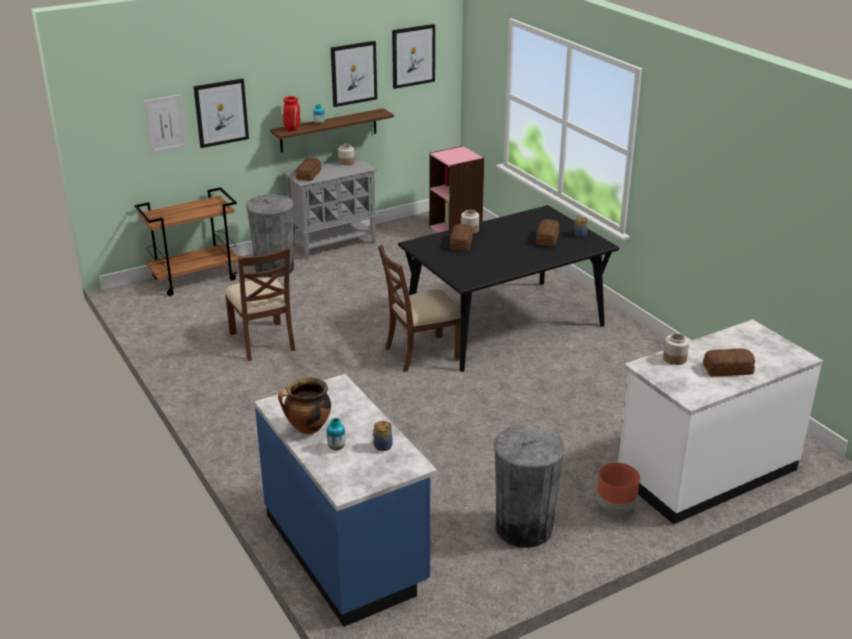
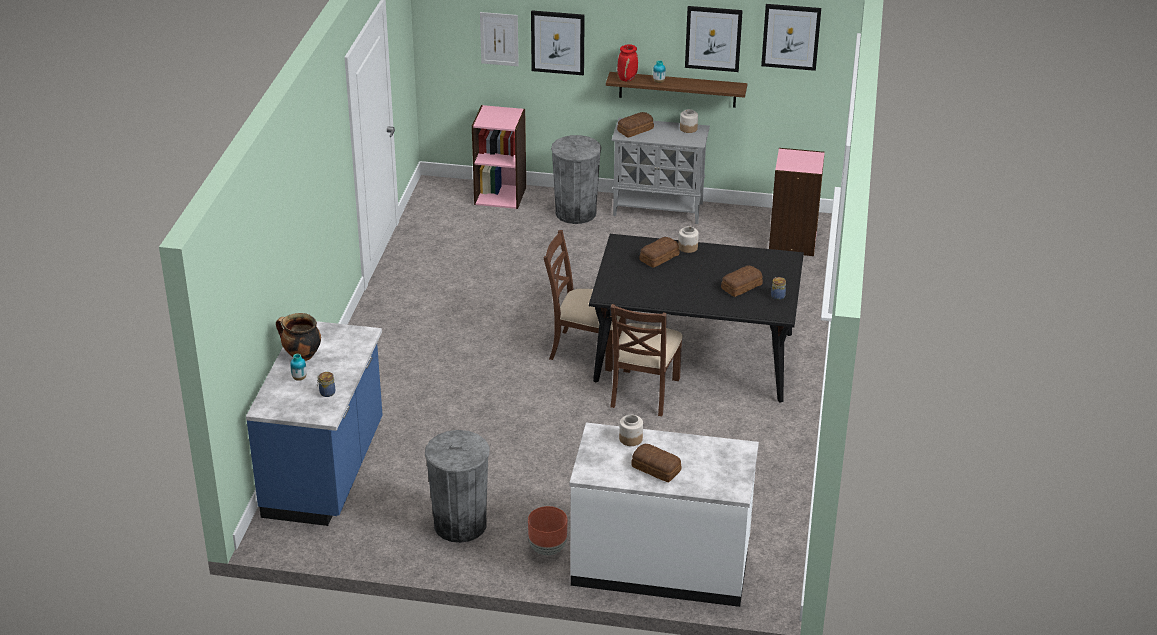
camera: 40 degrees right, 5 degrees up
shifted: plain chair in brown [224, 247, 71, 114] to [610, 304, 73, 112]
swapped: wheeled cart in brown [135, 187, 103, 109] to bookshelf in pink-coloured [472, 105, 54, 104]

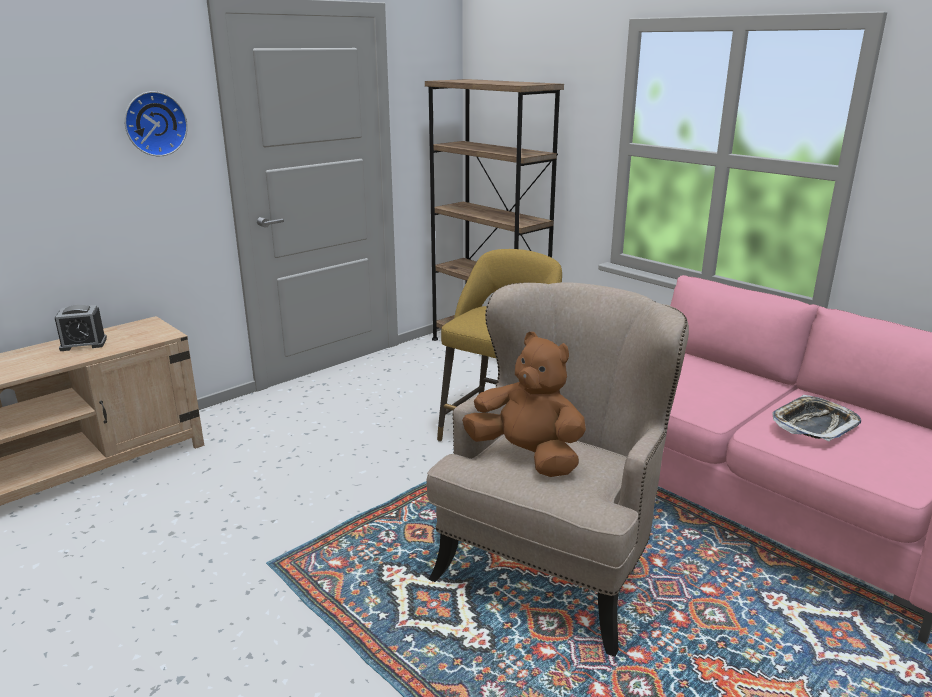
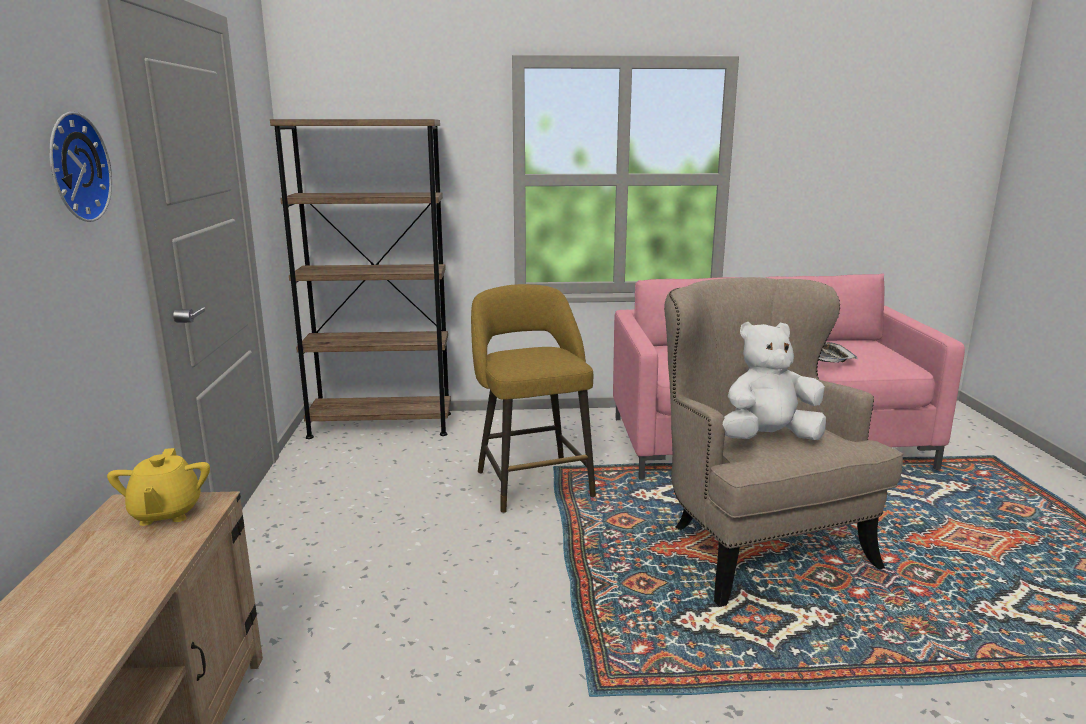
camera: 50 degrees left, 5 degrees down
gone: alarm clock [55, 305, 52, 46]
new: pot for tea in yellowish [107, 448, 103, 78]
repainted: soft toy in brown [462, 332, 124, 145] to soft toy in white-coloured [723, 322, 103, 118]

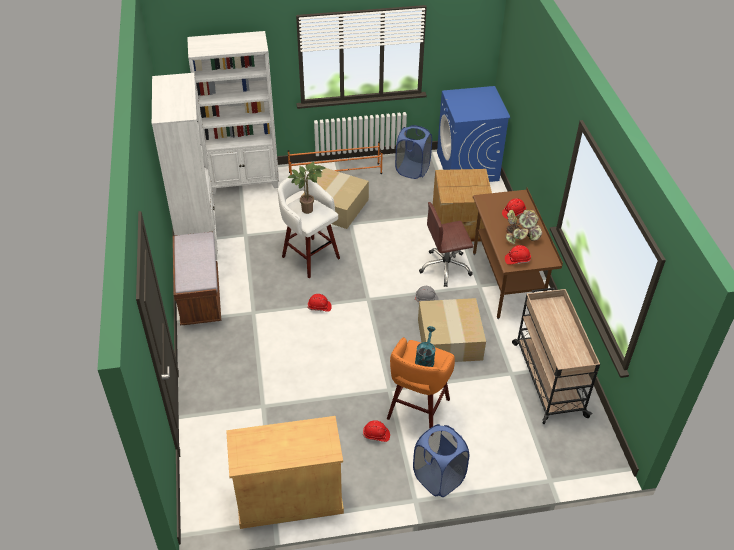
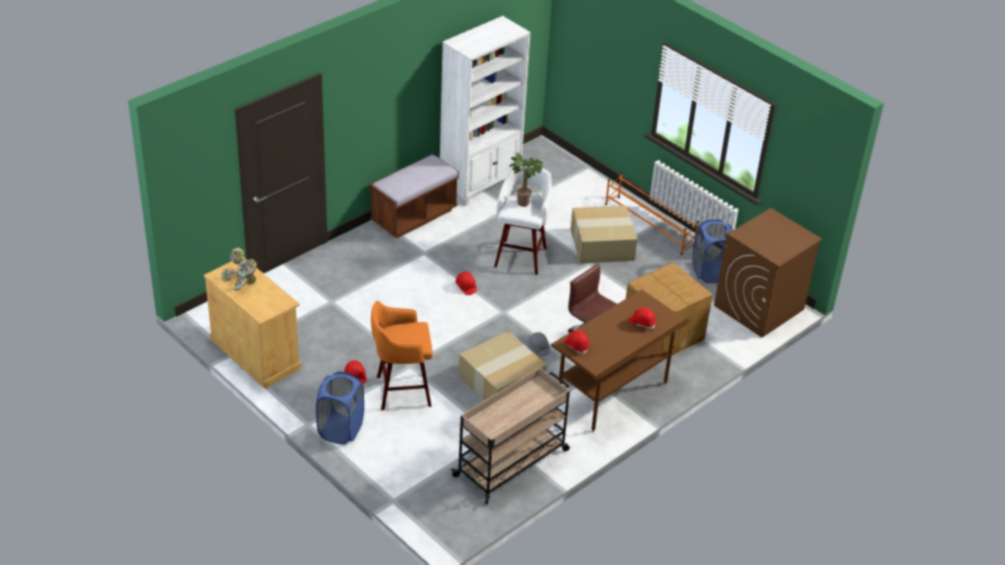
camera: 55 degrees right, 5 degrees down
gone: bookshelf in white-coloured [187, 31, 92, 163]; sprinkling can in blue-green [415, 326, 21, 41]
shifted: potted plant [505, 210, 38, 34] to [221, 248, 36, 42]
repainted: laundry appliance in blue-coloured [437, 86, 74, 96] to laundry appliance in brown [714, 208, 108, 130]

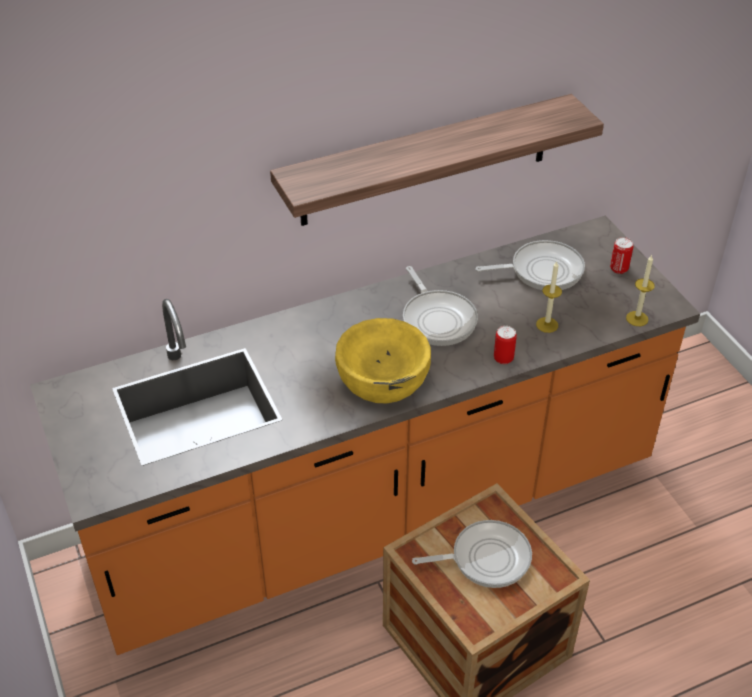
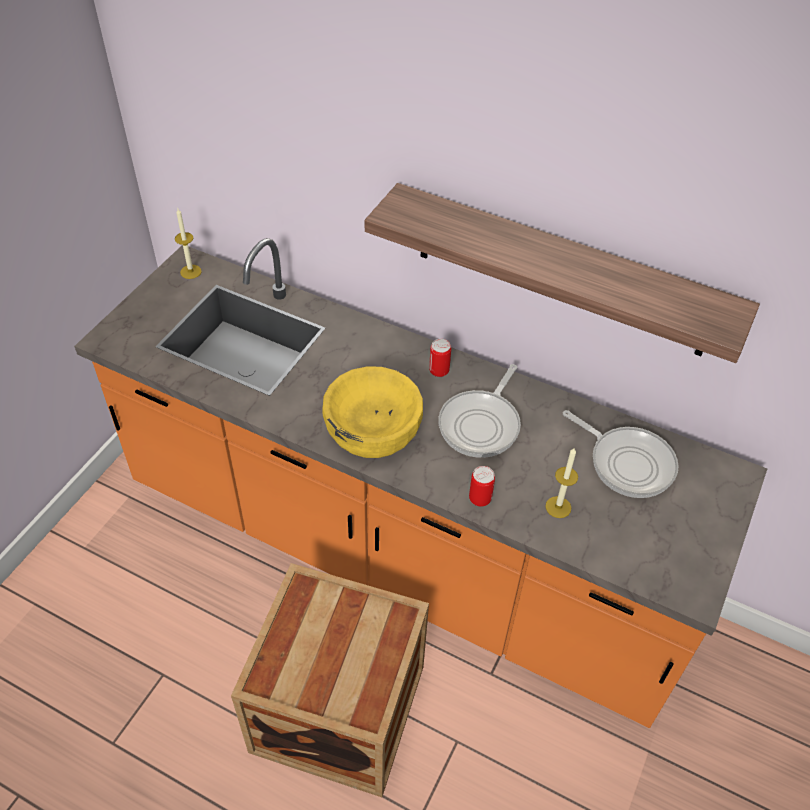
camera: 50 degrees right, 5 degrees up
gone: skillet [412, 520, 120, 68]
shifted: metal can [610, 237, 23, 37] to [429, 339, 22, 38]; wax light [626, 255, 29, 71] to [175, 209, 27, 70]

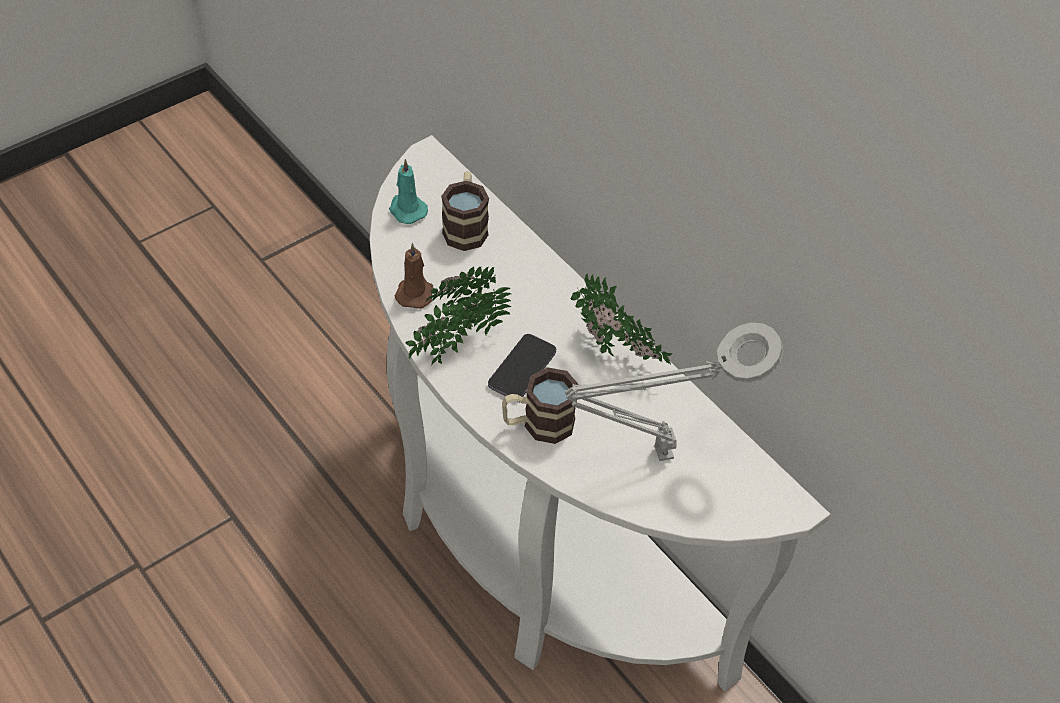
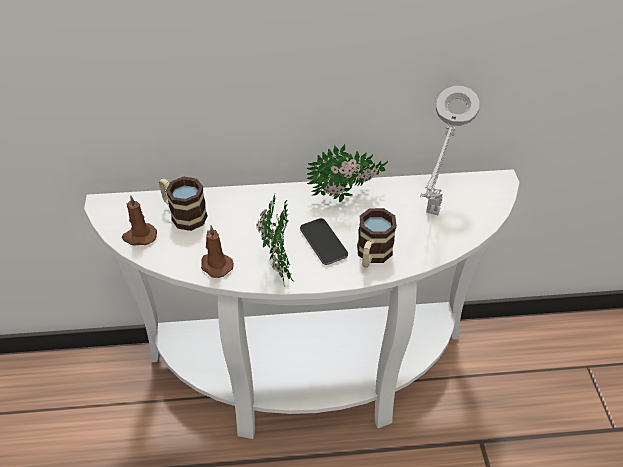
camera: 55 degrees left, 5 degrees down
repainted: wax light in blue-green [389, 159, 39, 65] to wax light in brown [122, 195, 35, 51]

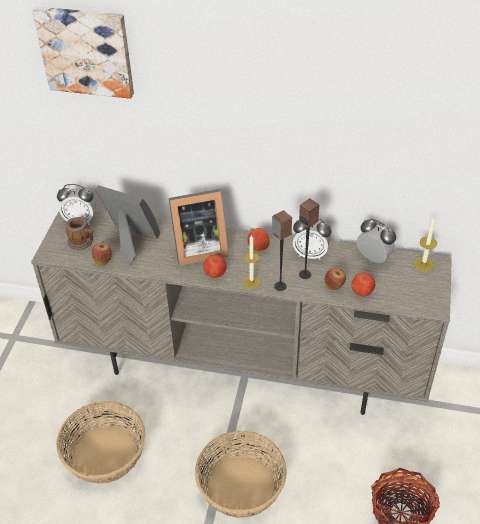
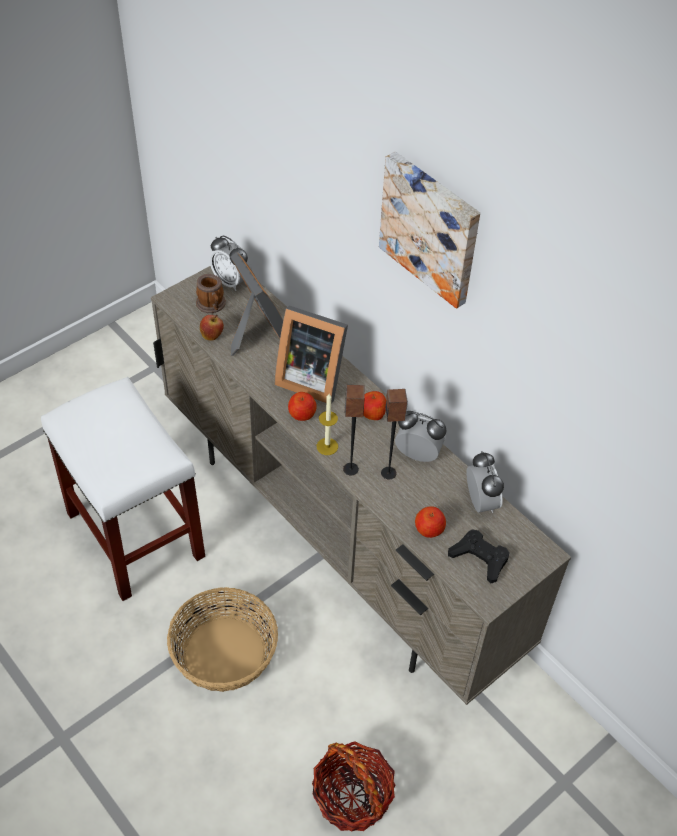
camera: 35 degrees right, 5 degrees up
gone: apple fruit [325, 268, 21, 22]; wax light [414, 217, 23, 55]
new: joypad in blackish [448, 530, 61, 53]
shifted: picture [33, 7, 101, 92] to [379, 152, 101, 157]
swapped: household basket [56, 401, 90, 83] to stool seat in white-coloured [41, 377, 164, 224]
rotated: alarm clock [293, 218, 38, 42] = [395, 411, 52, 51] 150 degrees clockwise

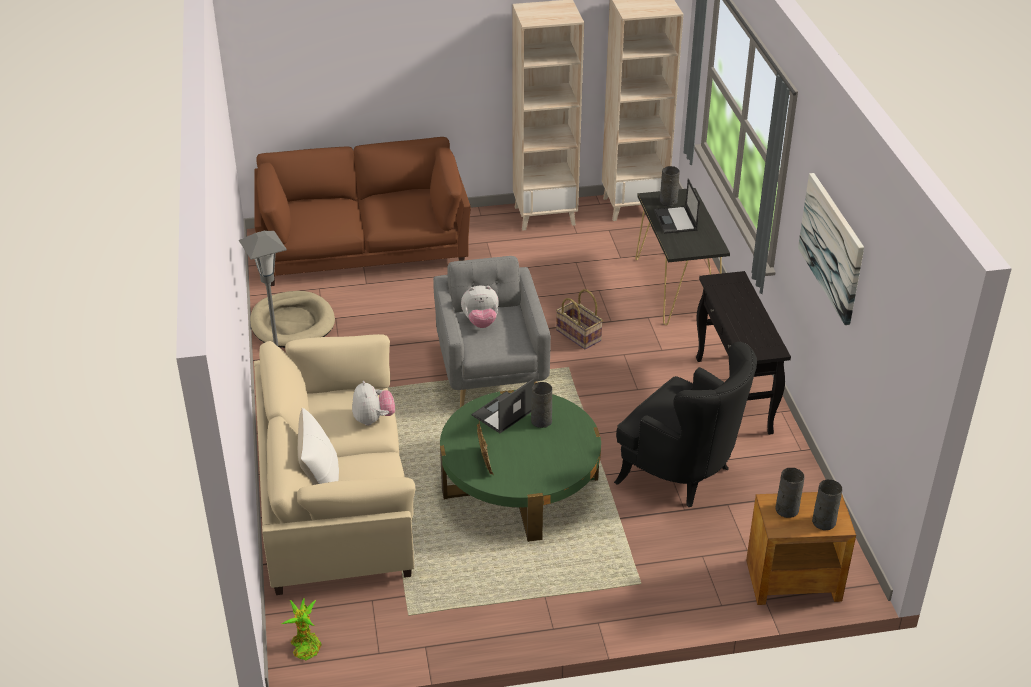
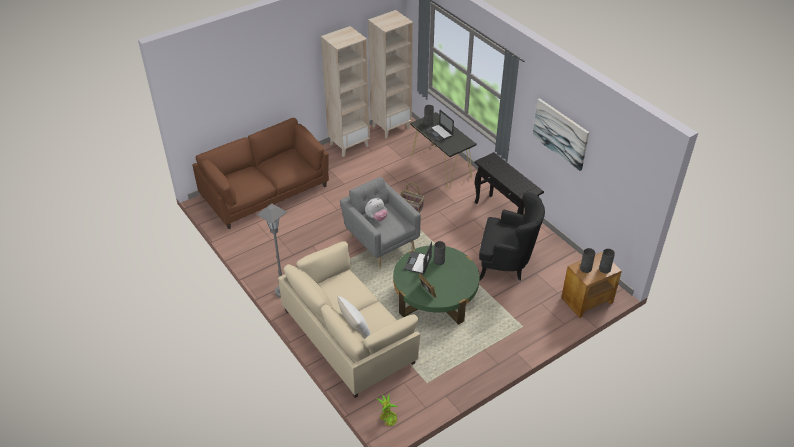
camera: 25 degrees left, 5 degrees up
gone: pet bed in beige [250, 291, 85, 57]; soft toy [352, 381, 43, 45]

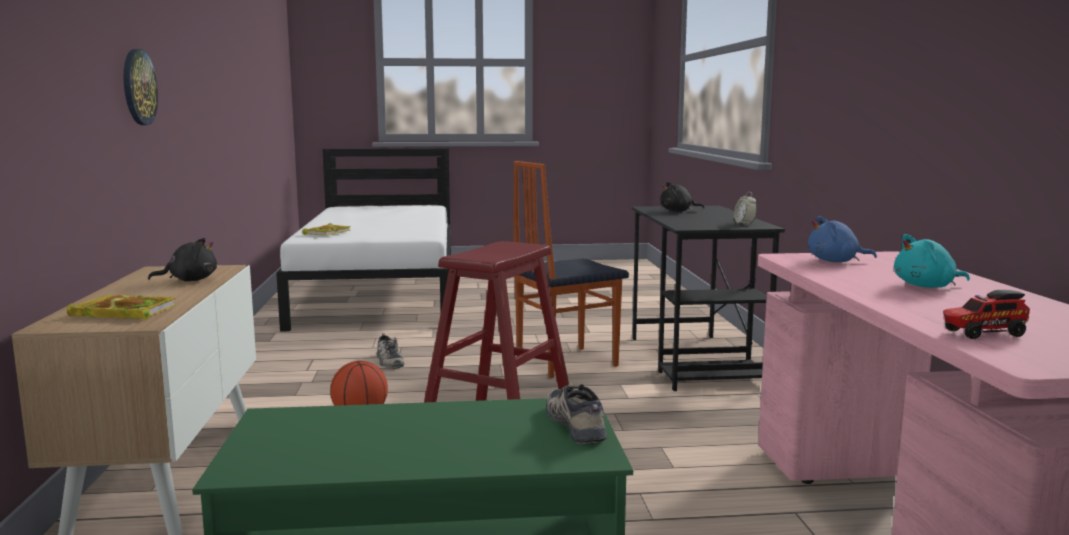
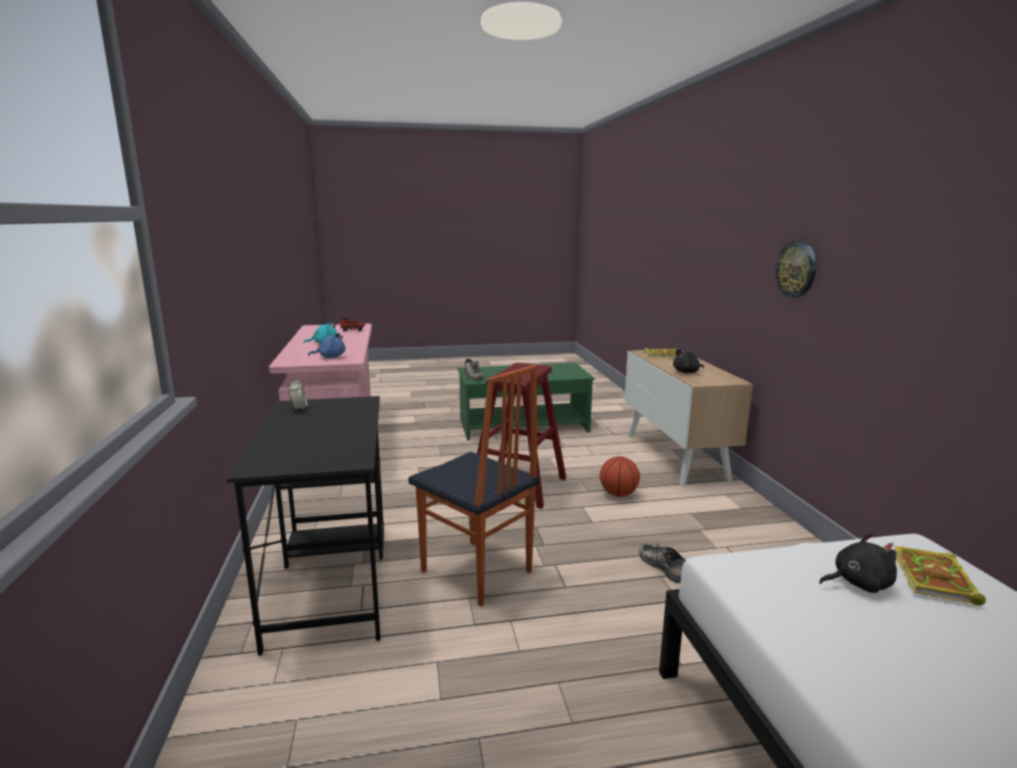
camera: 175 degrees right, 5 degrees up
shifted: soft toy in blackish [660, 182, 44, 30] to [819, 533, 78, 60]
rotated: plain chair [513, 161, 116, 217] = [408, 365, 131, 241] 75 degrees clockwise

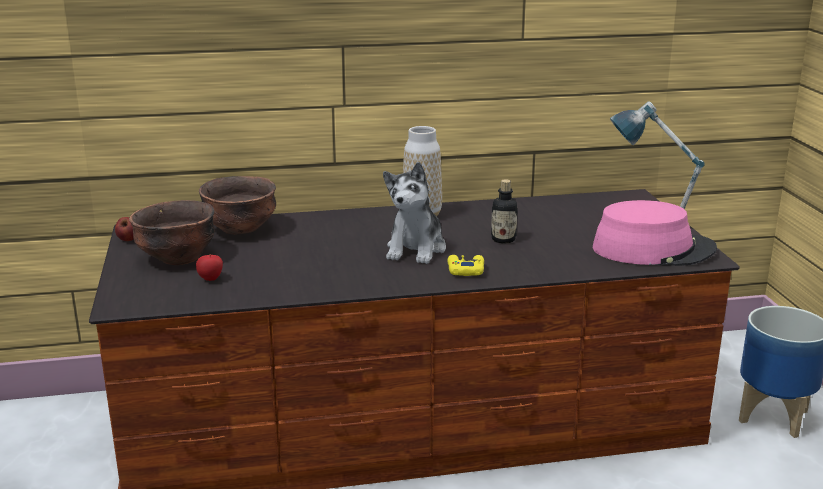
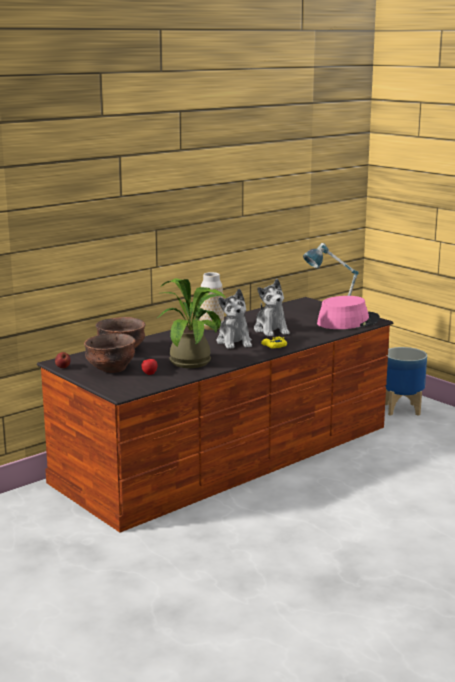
camera: 30 degrees left, 5 degrees down
new: potted plant [156, 278, 70, 90]
swapped: drink bottle [491, 179, 27, 64] to soft toy [254, 279, 36, 58]

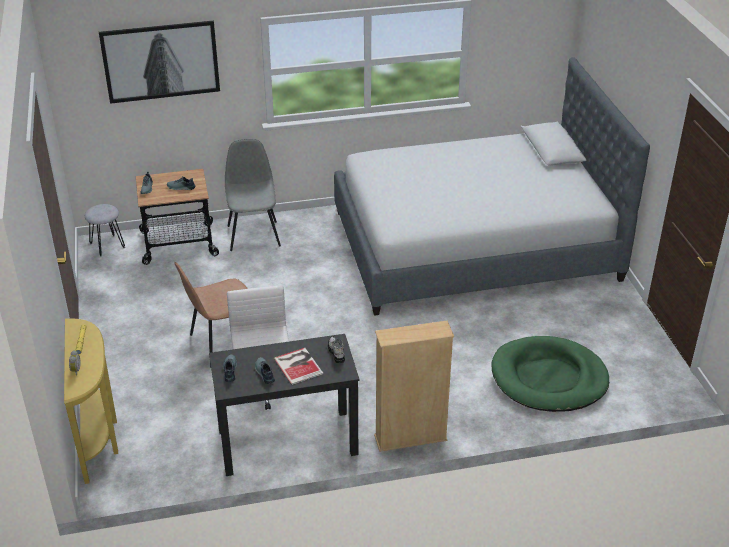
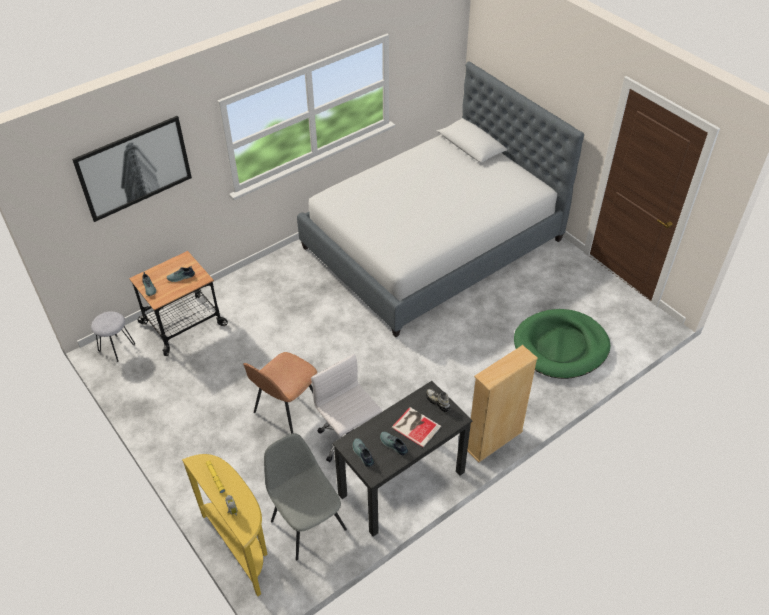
camera: 25 degrees left, 10 degrees up
shifted: plain chair in greyish [225, 139, 56, 112] to [264, 433, 83, 128]

